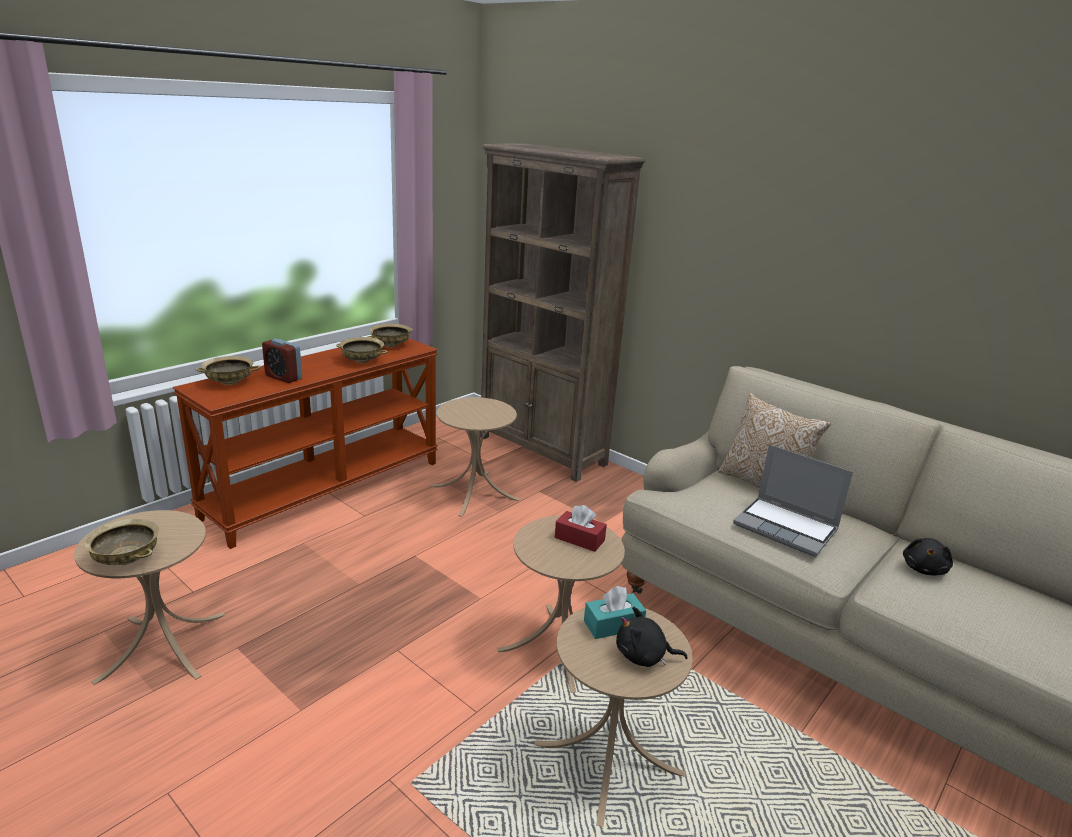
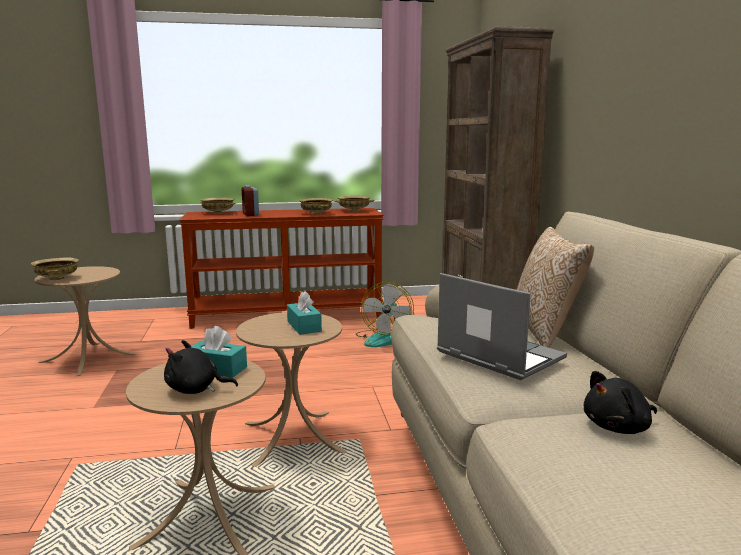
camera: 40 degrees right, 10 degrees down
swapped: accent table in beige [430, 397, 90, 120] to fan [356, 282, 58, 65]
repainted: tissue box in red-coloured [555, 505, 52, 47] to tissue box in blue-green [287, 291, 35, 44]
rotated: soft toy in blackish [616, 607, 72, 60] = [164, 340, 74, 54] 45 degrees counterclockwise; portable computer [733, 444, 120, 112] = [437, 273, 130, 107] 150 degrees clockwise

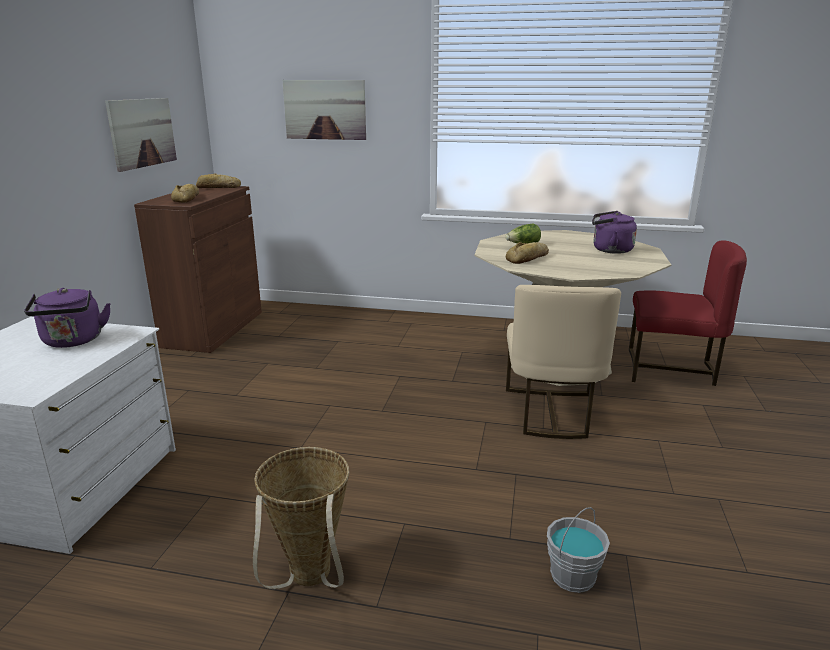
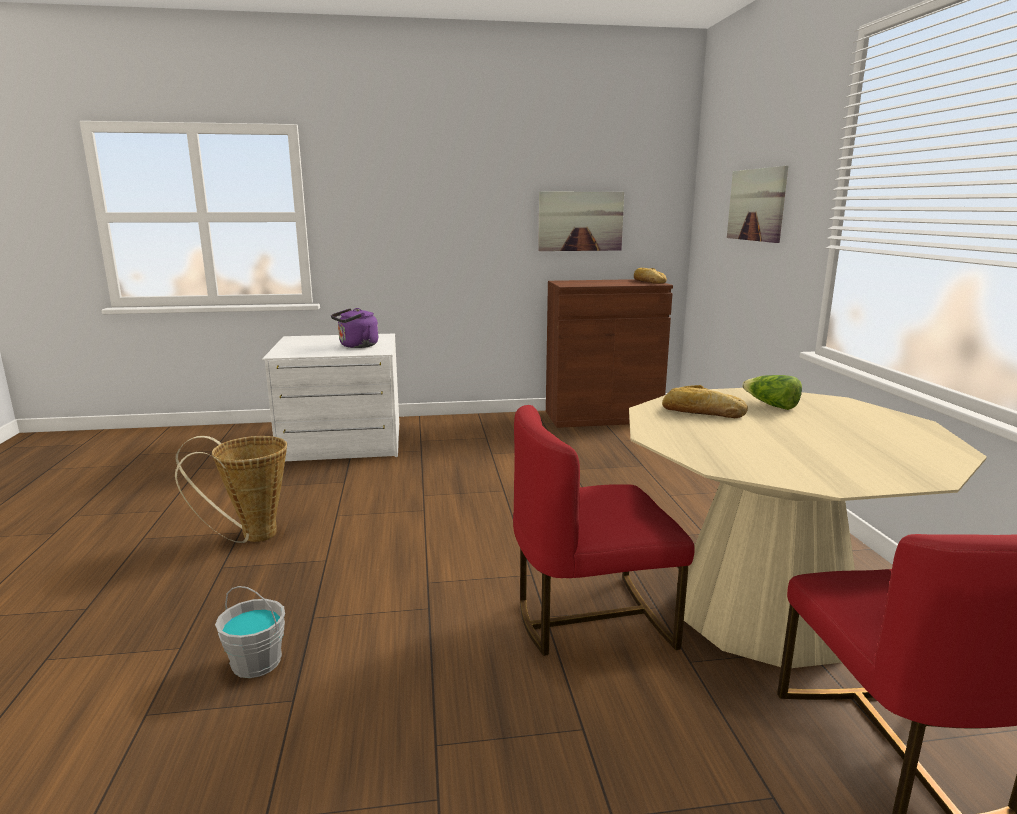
camera: 70 degrees right, 5 degrees down
gone: bread [171, 184, 28, 19]; kettle in purplish [592, 211, 45, 43]
repainted: plain chair in beige [506, 285, 115, 154] to plain chair in red-coloured [513, 405, 182, 251]

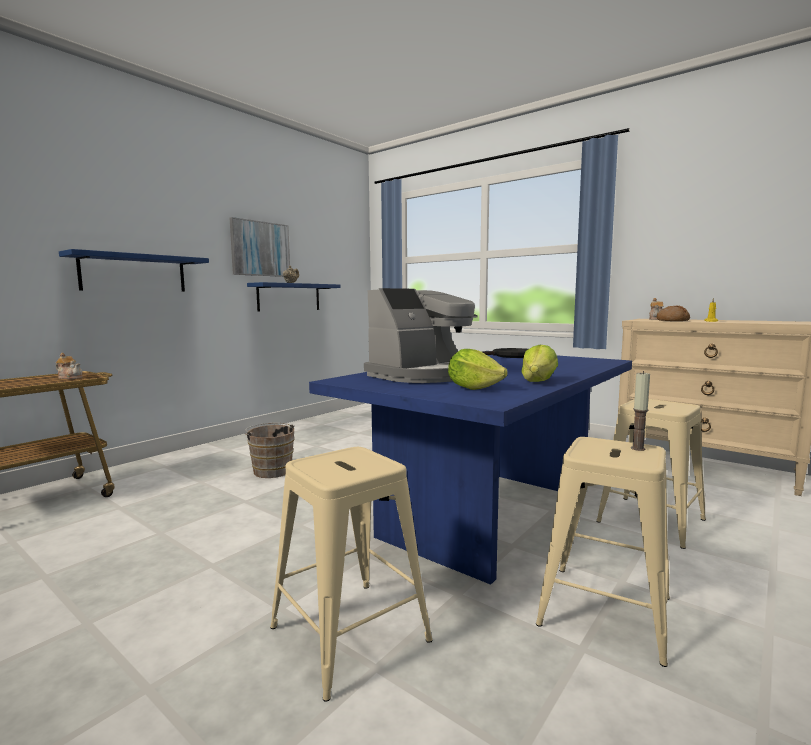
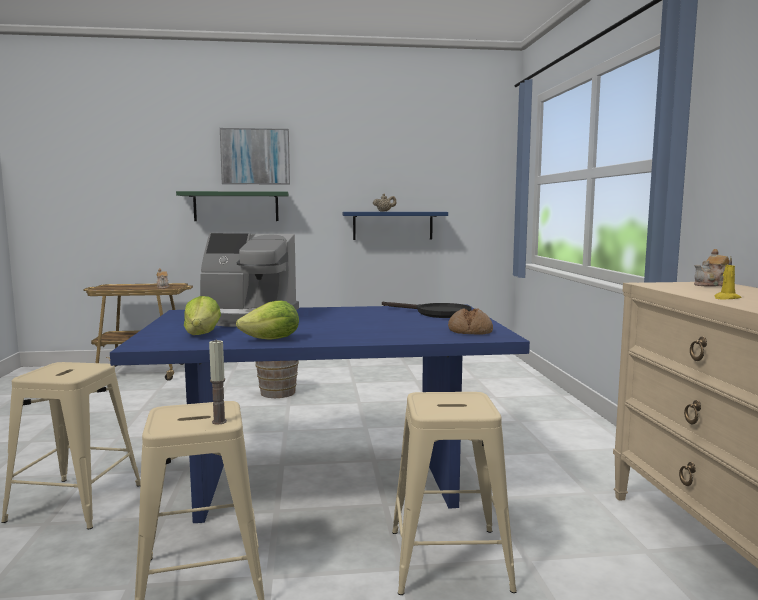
camera: 45 degrees right, 0 degrees up
shifted: picture [230, 217, 60, 60] to [220, 128, 70, 57]; bread [657, 306, 33, 15] to [448, 308, 45, 27]
repainted: shelf in blue-coloured [59, 249, 150, 43] to shelf in green [176, 191, 113, 30]

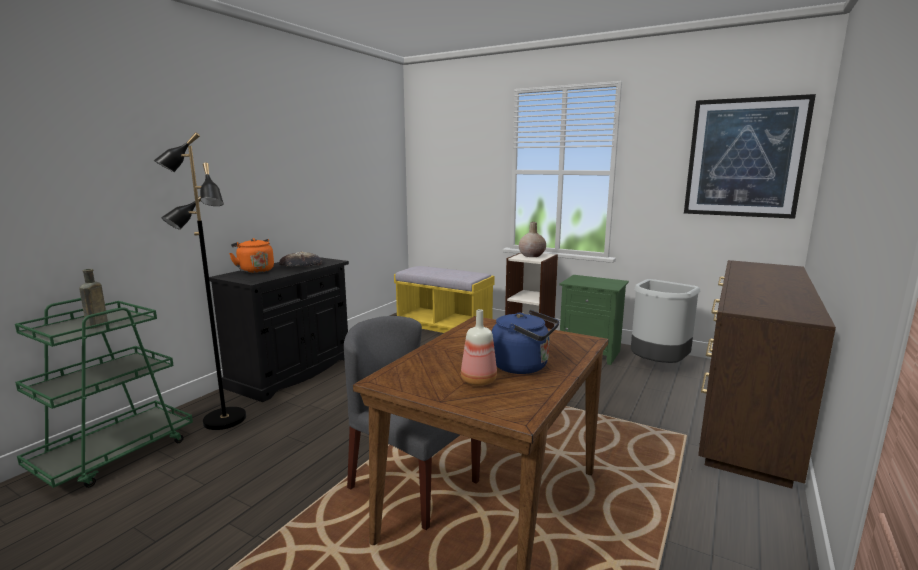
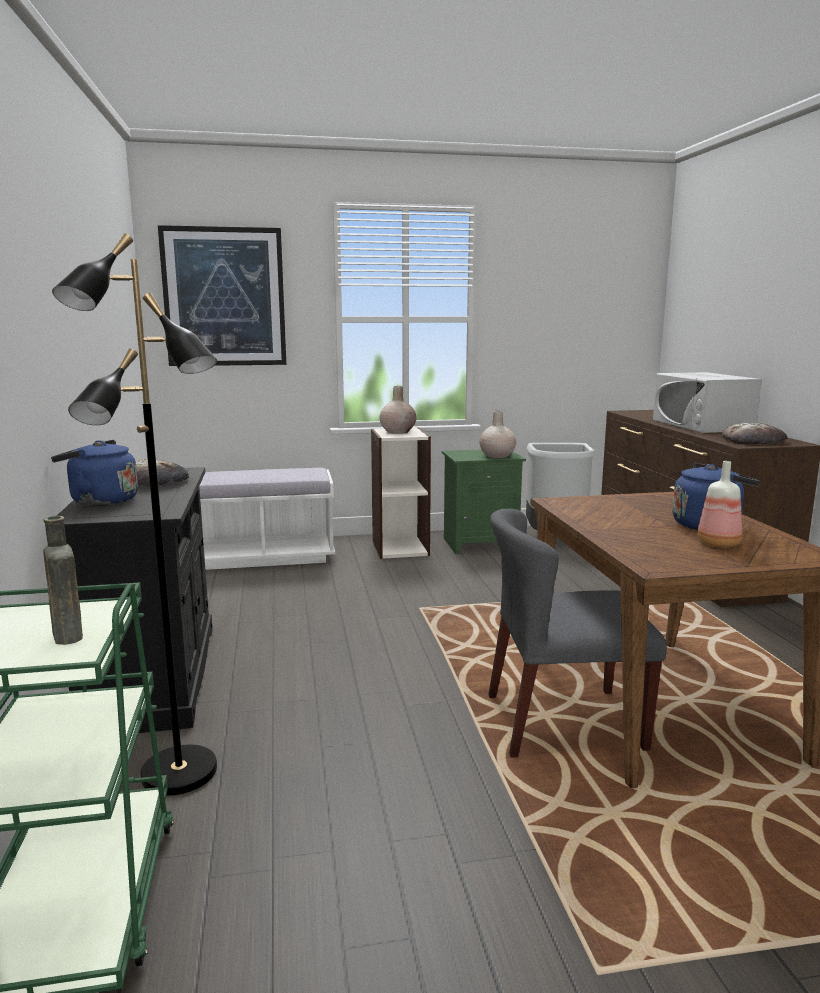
camera: 40 degrees left, 0 degrees up
new: flower vase in beige [479, 411, 37, 47]; kitchen microwave in white-coloured [653, 372, 109, 61]; bread [722, 423, 66, 21]
shifted: picture [684, 94, 132, 125] to [158, 225, 128, 141]
repainted: kettle in orange-coloured [229, 238, 45, 35] to kettle in blue-coloured [51, 440, 87, 67]; bench in yellowish [394, 266, 100, 67] to bench in white-coloured [199, 468, 136, 102]

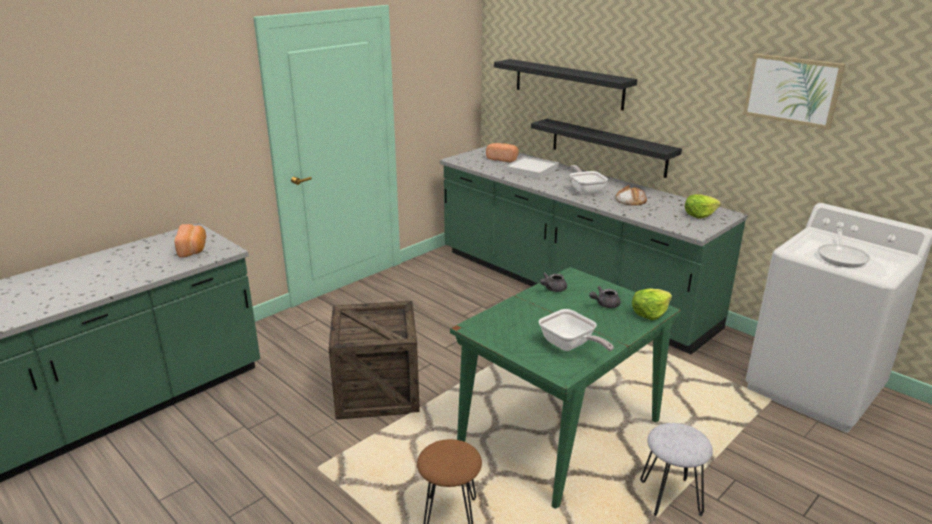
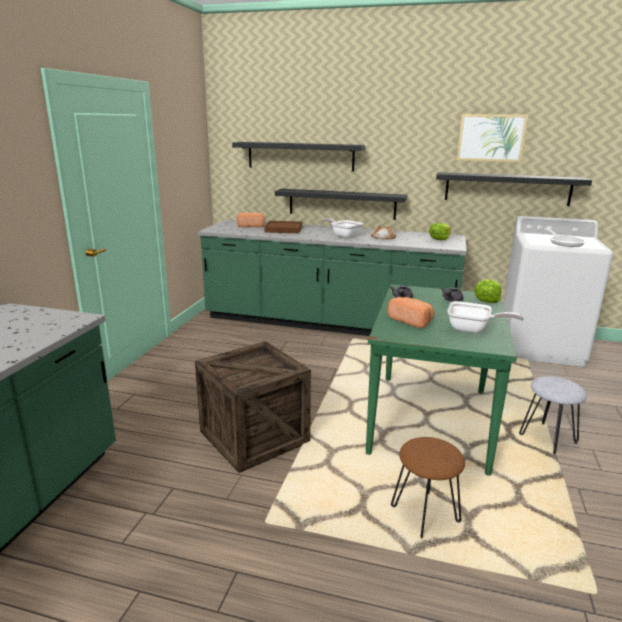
camera: 30 degrees left, 5 degrees down
new: shelf in blackish [436, 172, 156, 34]
shifted: bread [174, 224, 32, 34] to [388, 297, 46, 31]
repainted: tray in white-coloured [504, 156, 55, 23] to tray in brown [264, 221, 38, 12]

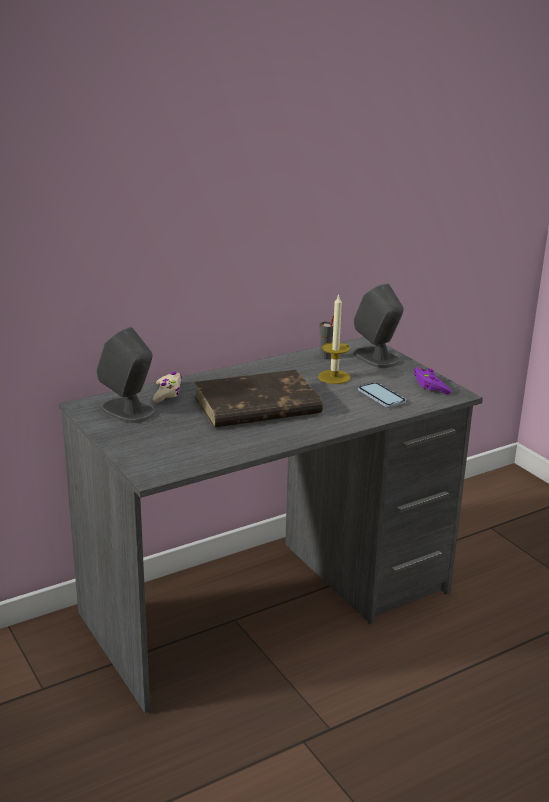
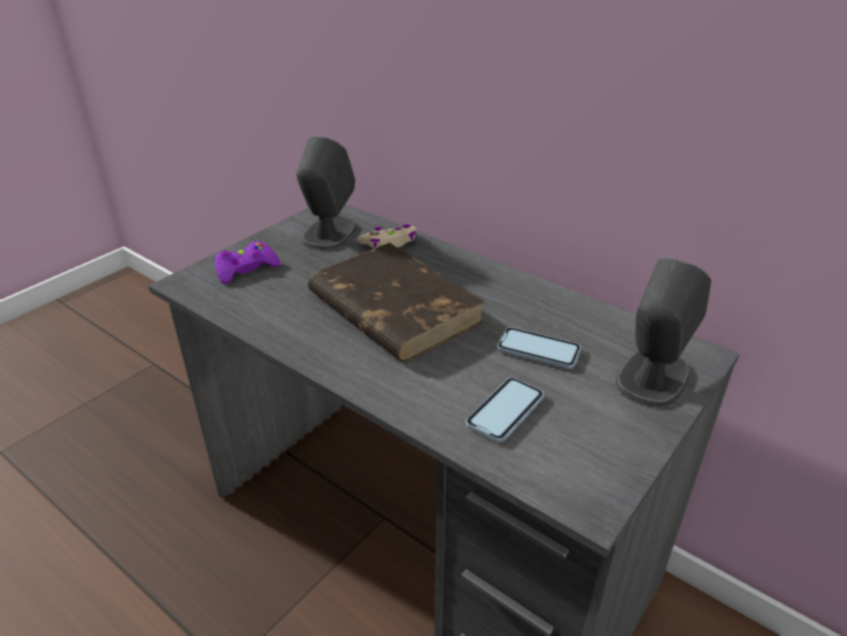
camera: 70 degrees right, 10 degrees up
gone: drinking cup in greyish [320, 316, 14, 43]
shifted: joypad in purplish [414, 367, 37, 28] to [215, 241, 65, 43]
swapped: wax light [318, 293, 33, 91] to telephone [497, 327, 84, 42]

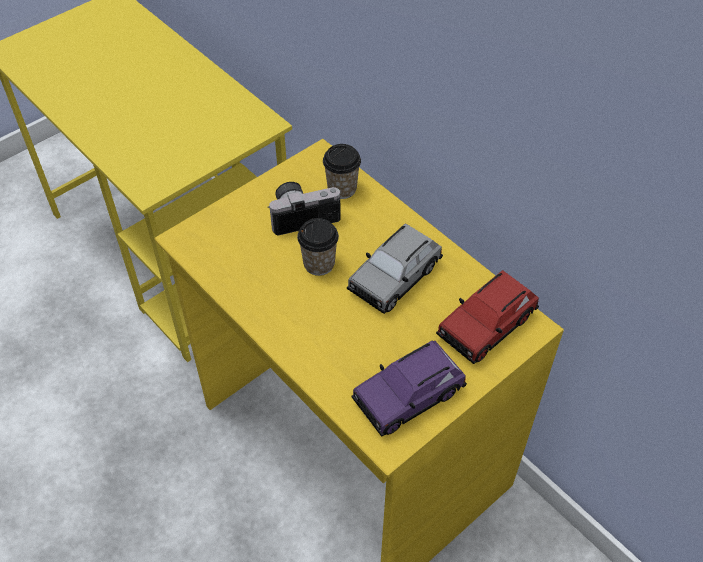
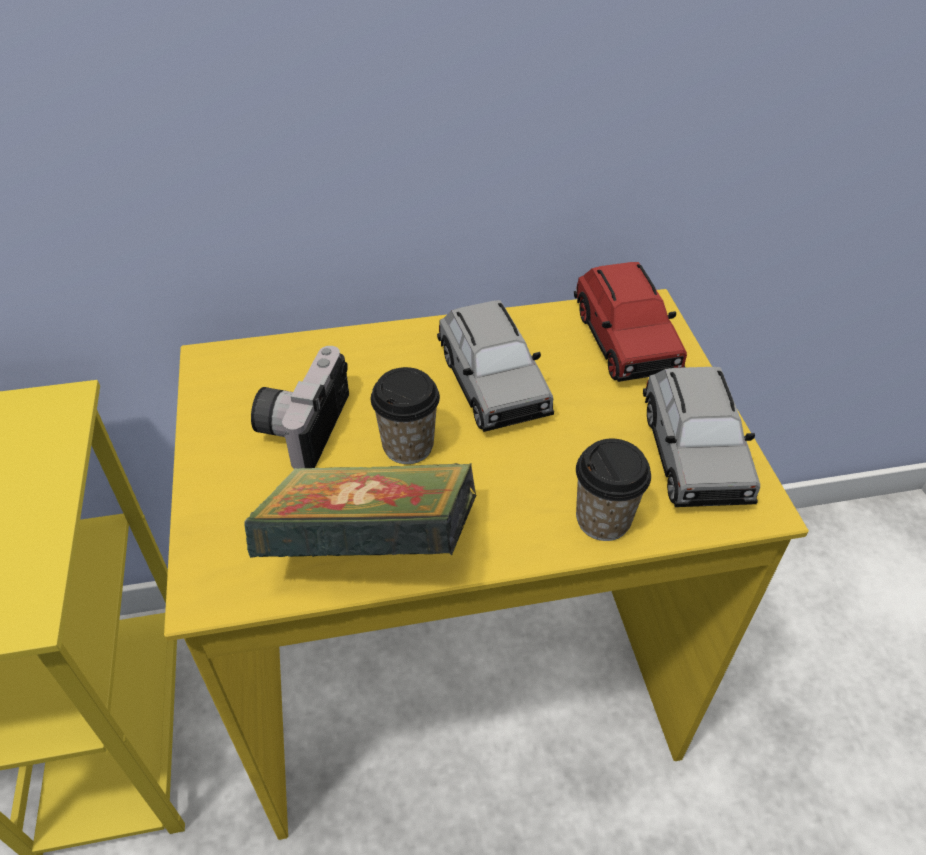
camera: 60 degrees left, 5 degrees down
new: bound book [244, 463, 232, 95]
shifted: drinking cup [323, 144, 38, 55] to [576, 439, 75, 102]
repainted: model car in purplish [352, 341, 115, 96] to model car in greyish [643, 367, 117, 140]

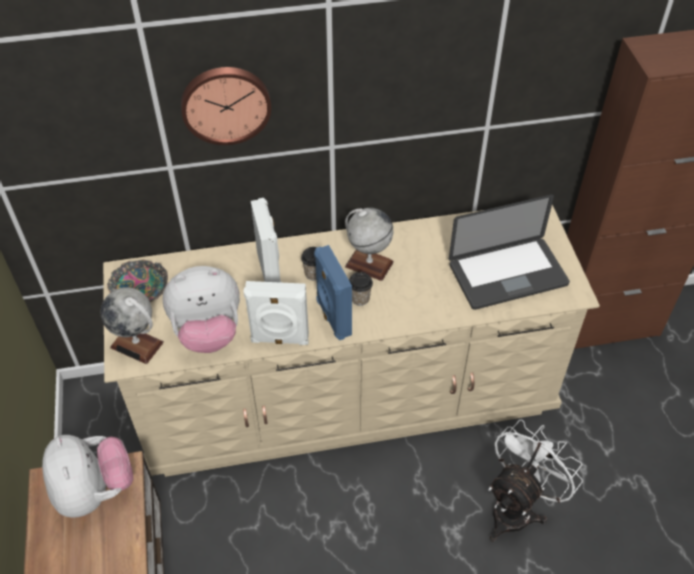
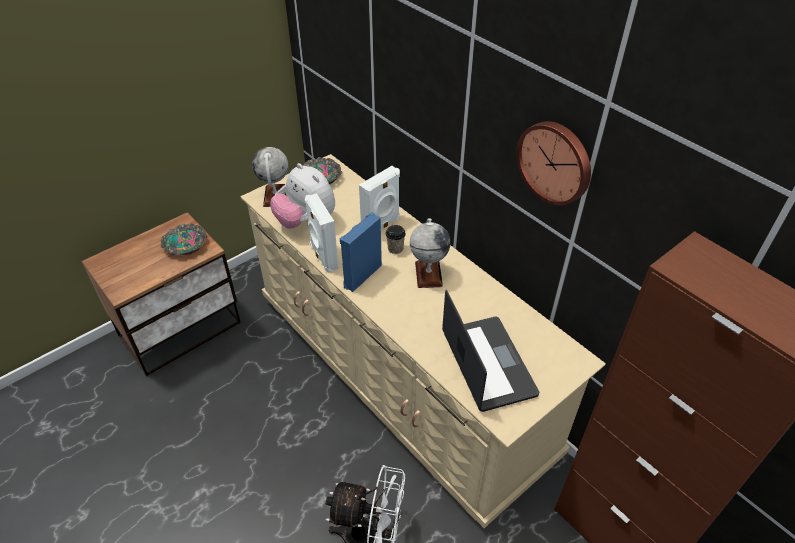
camera: 60 degrees right, 5 degrees down
gone: drinking cup [349, 272, 24, 34]
shifted: hanging clock [181, 67, 90, 78] to [516, 121, 75, 85]
swapped: soft toy [42, 435, 91, 83] to deep dish [161, 223, 46, 32]
rotated: portable computer [449, 194, 121, 116] = [442, 290, 97, 122] 150 degrees counterclockwise

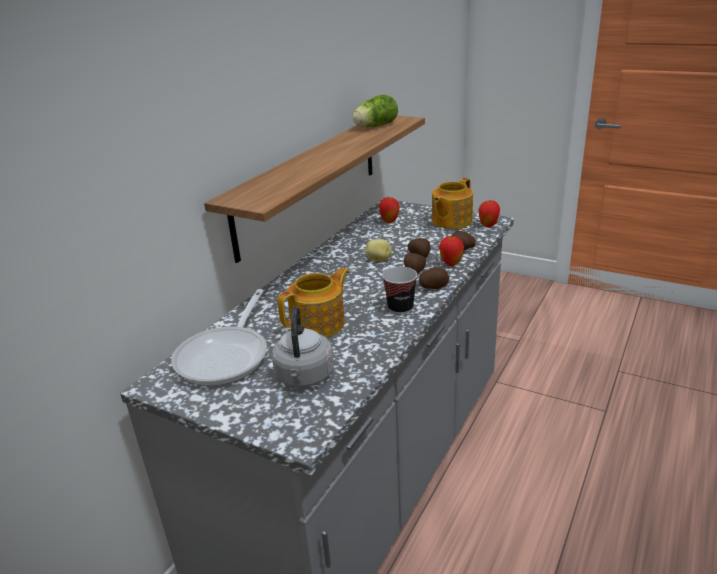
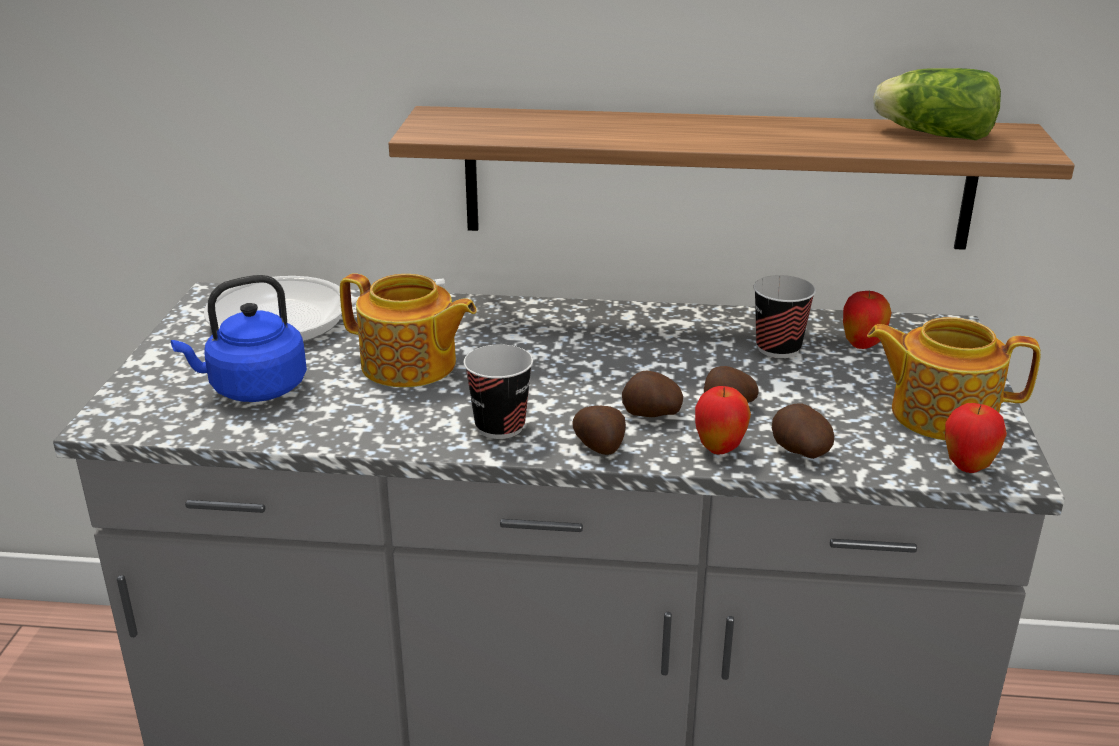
camera: 65 degrees right, 0 degrees up
gone: spud [366, 239, 26, 22]
new: drinking cup [753, 275, 63, 83]
repainted: kettle in greyish [272, 306, 62, 82] to kettle in blue-coloured [171, 275, 136, 127]

